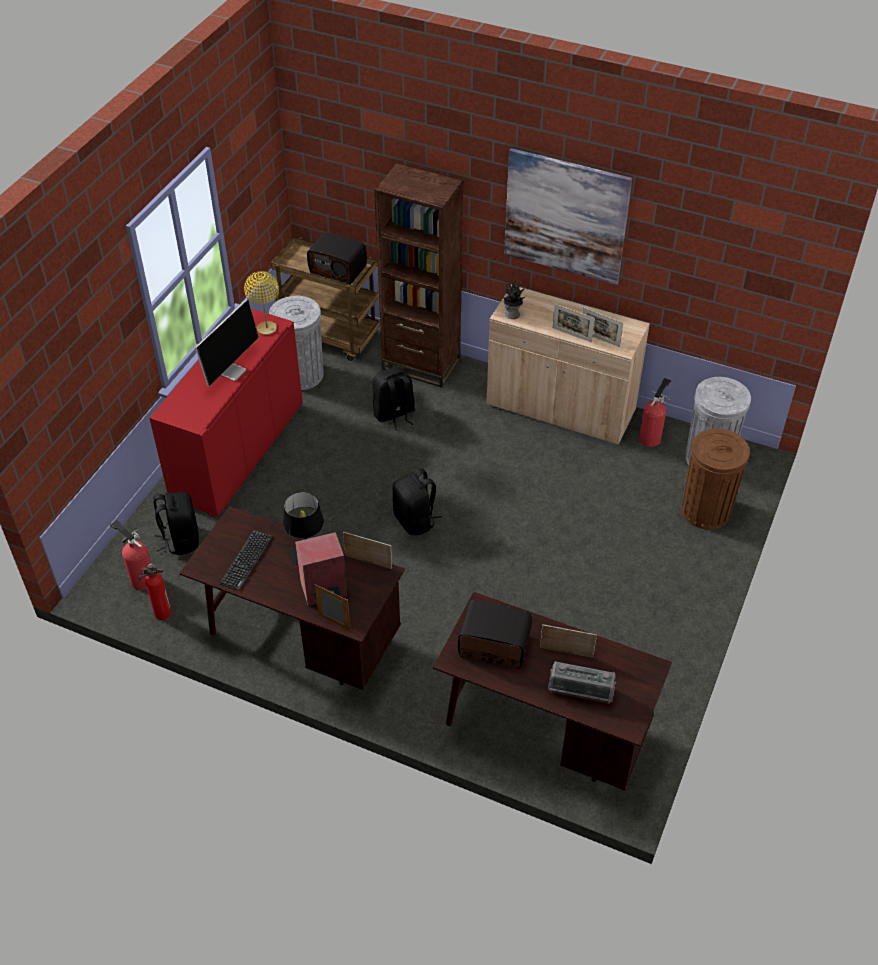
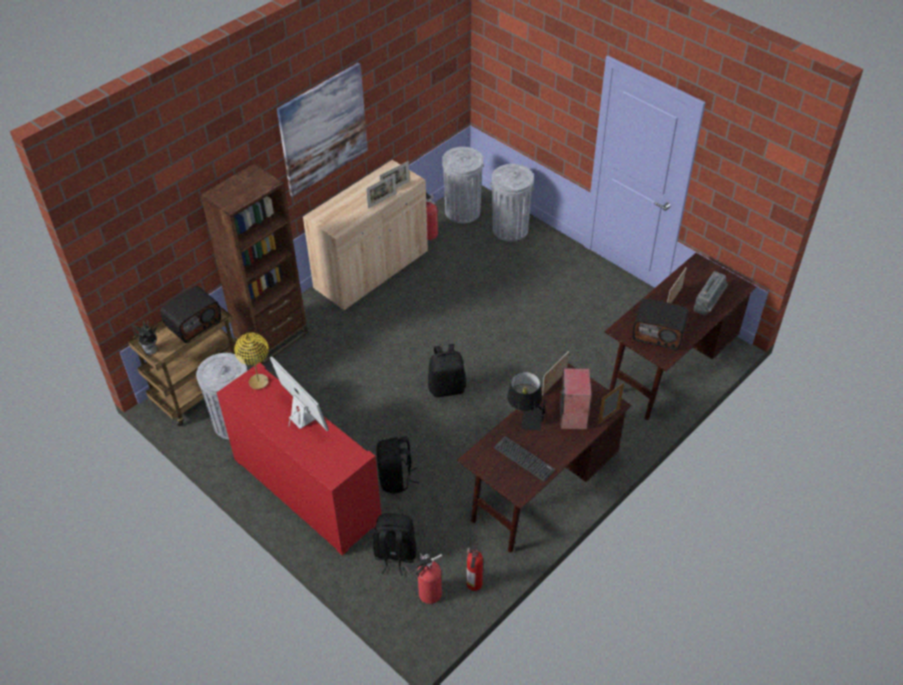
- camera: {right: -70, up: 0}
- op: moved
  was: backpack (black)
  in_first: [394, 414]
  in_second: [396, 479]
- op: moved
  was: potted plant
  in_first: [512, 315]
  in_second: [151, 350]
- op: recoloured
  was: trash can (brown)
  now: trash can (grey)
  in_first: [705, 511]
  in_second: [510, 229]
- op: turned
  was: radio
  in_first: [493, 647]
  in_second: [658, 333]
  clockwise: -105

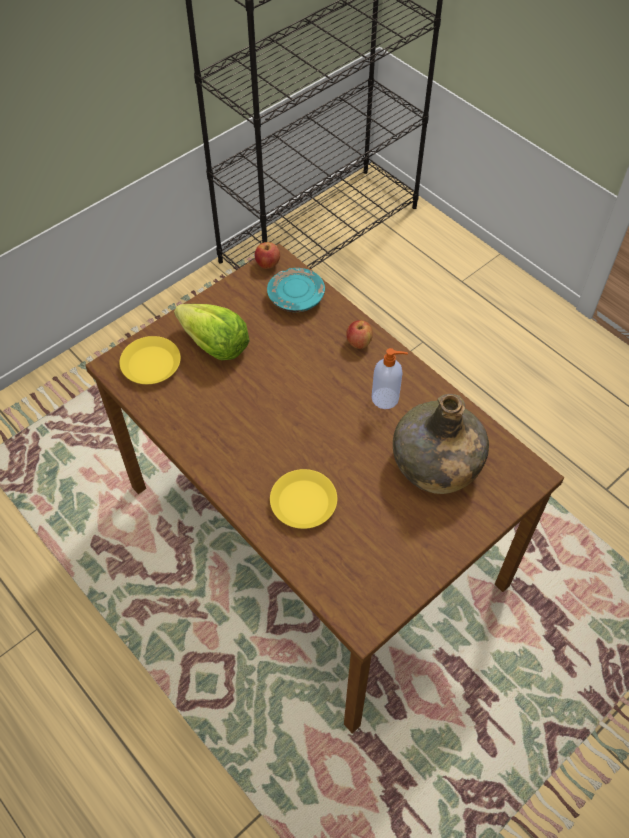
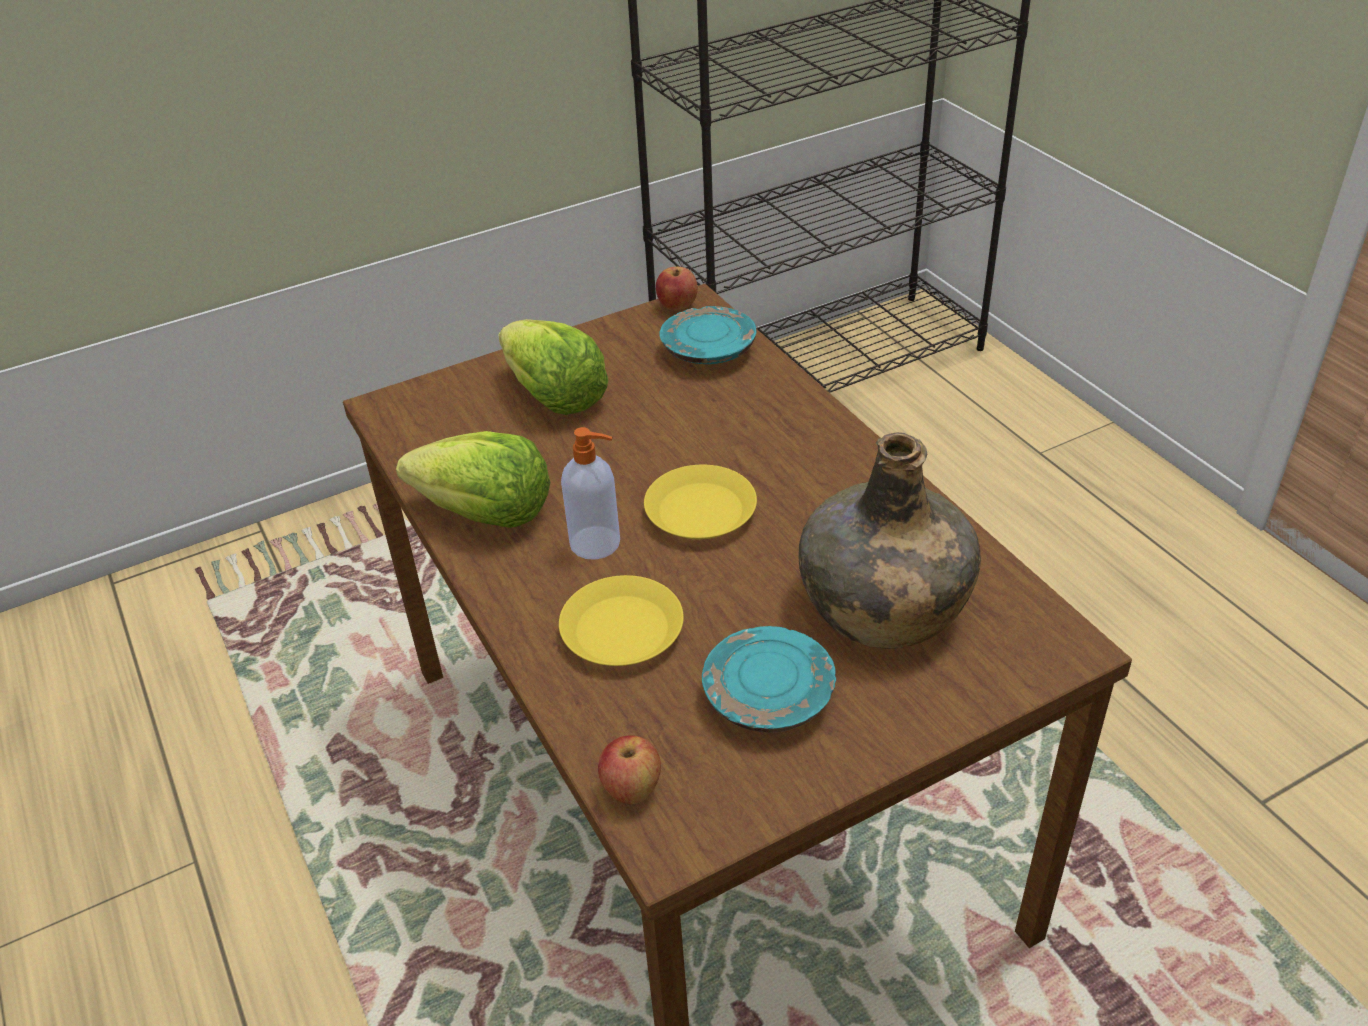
- camera: {right: 15, up: -15}
- op: added
  now: lettuce
  in_second: [485, 514]
- op: added
  now: plate (turquoise)
  in_second: [769, 696]
- op: moved
  was: plate (yellow)
  in_first: [151, 364]
  in_second: [700, 510]
- op: moved
  was: apple
  in_first: [358, 343]
  in_second: [631, 789]
- op: moved
  was: soap dispenser
  in_first: [386, 398]
  in_second: [597, 543]

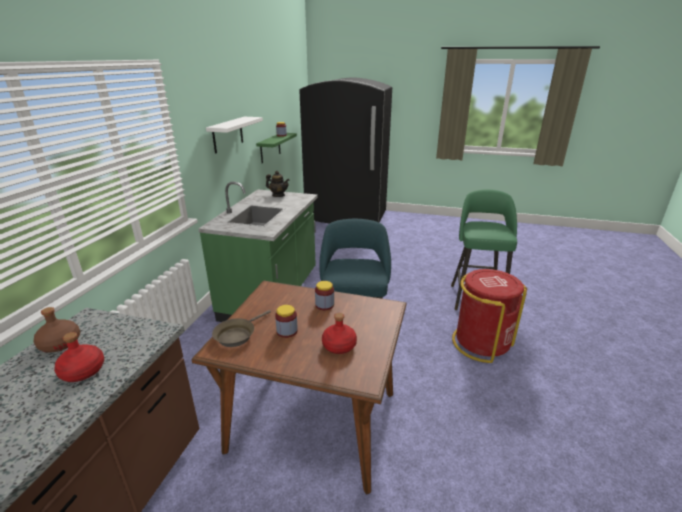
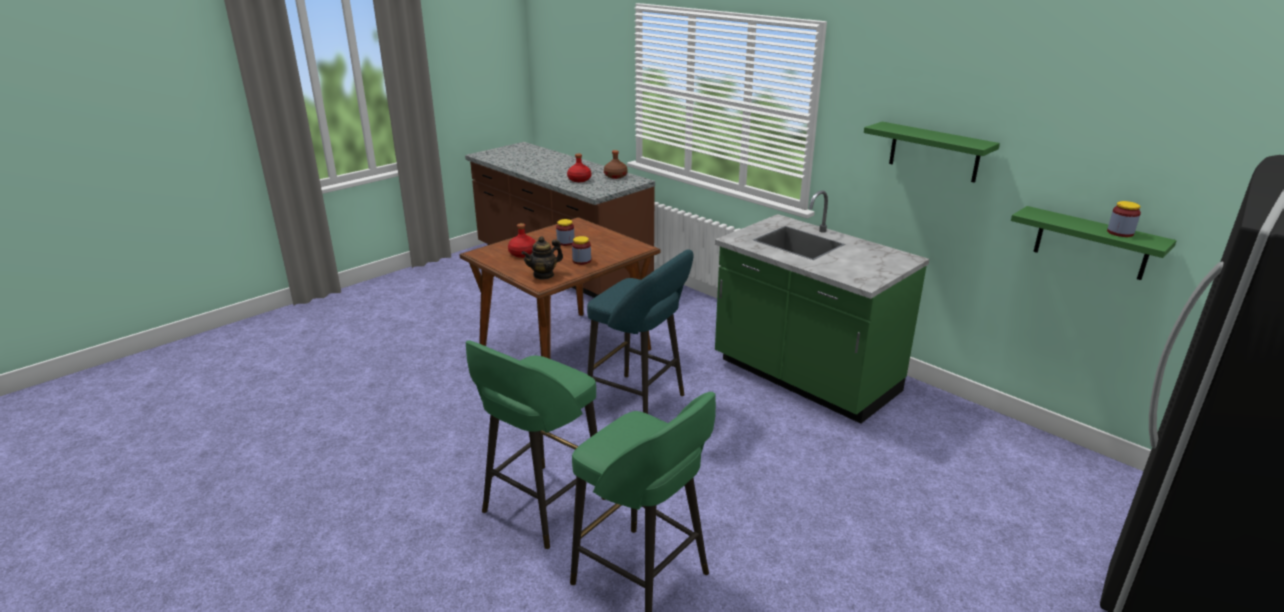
- camera: {right: 120, up: 0}
- op: removed
  was: frying pan (brown)
  in_first: [237, 335]
- op: moved
  was: teapot
  in_first: [278, 195]
  in_second: [543, 275]
- op: replaced
  was: trash can (red)
  now: stool (green)
  in_first: [481, 343]
  in_second: [541, 507]
- op: recoloured
  was: shelf (white)
  now: shelf (green)
  in_first: [228, 134]
  in_second: [934, 152]

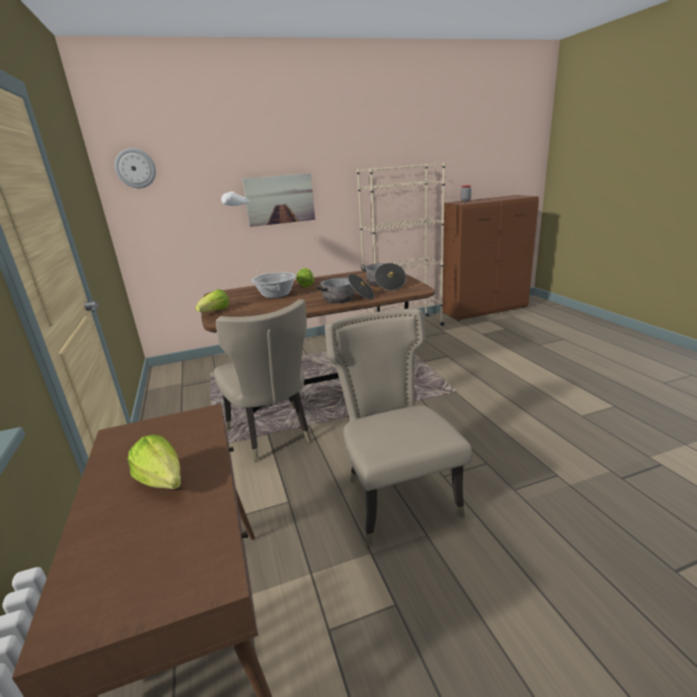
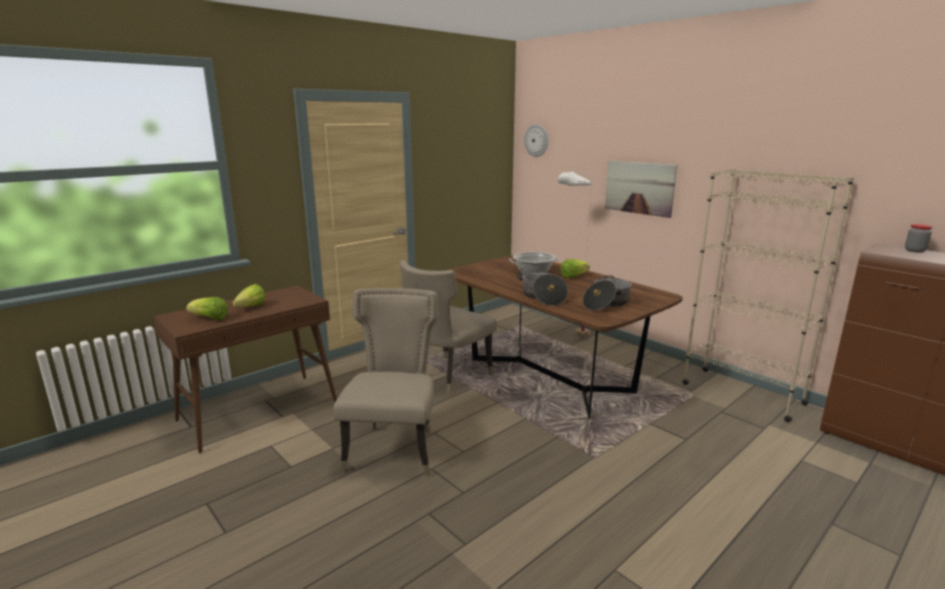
- camera: {right: 65, up: -5}
- op: moved
  was: lettuce
  in_first: [215, 311]
  in_second: [210, 319]
- op: turned
  was: chair (beige)
  in_first: [396, 497]
  in_second: [394, 448]
  clockwise: -45

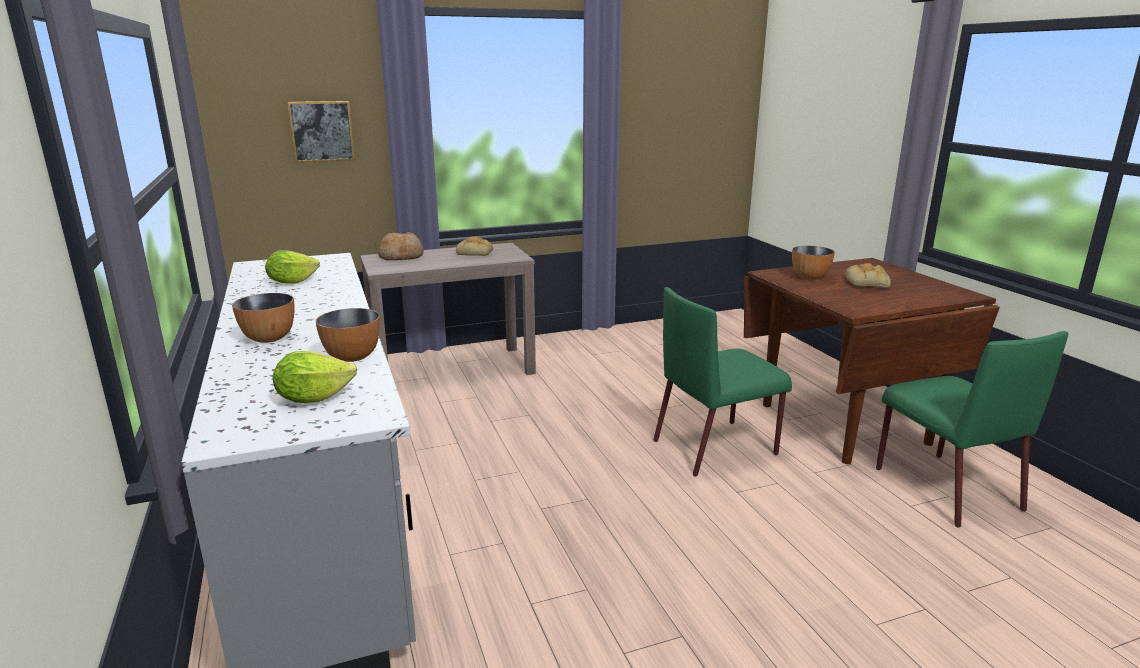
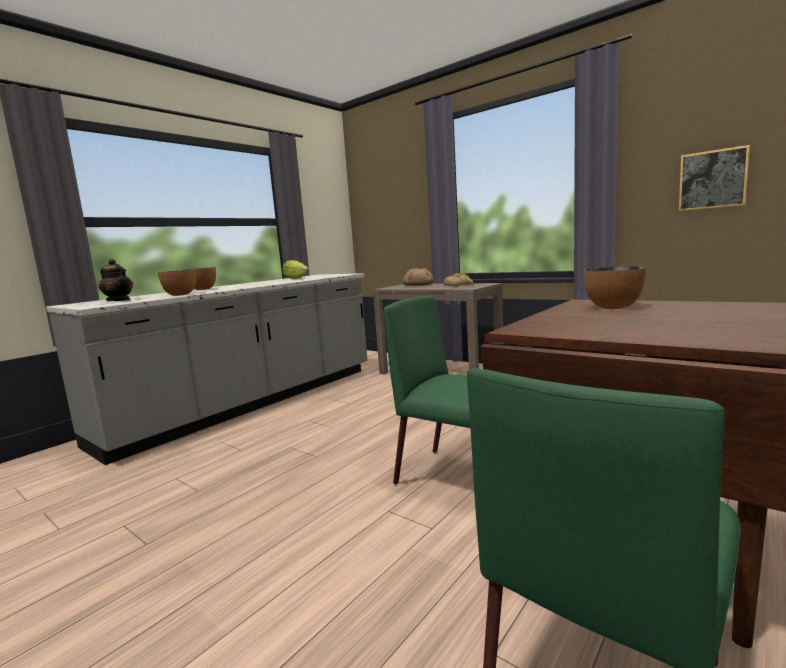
- camera: {right: 60, up: -10}
- op: removed
  was: bread
  in_first: [867, 283]
- op: moved
  was: picture
  in_first: [322, 131]
  in_second: [712, 179]
- op: replaced
  was: lettuce
  now: teapot
  in_first: [313, 398]
  in_second: [119, 301]

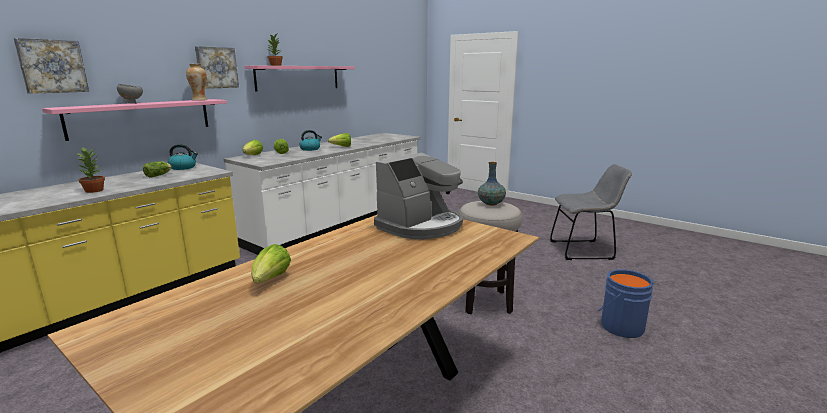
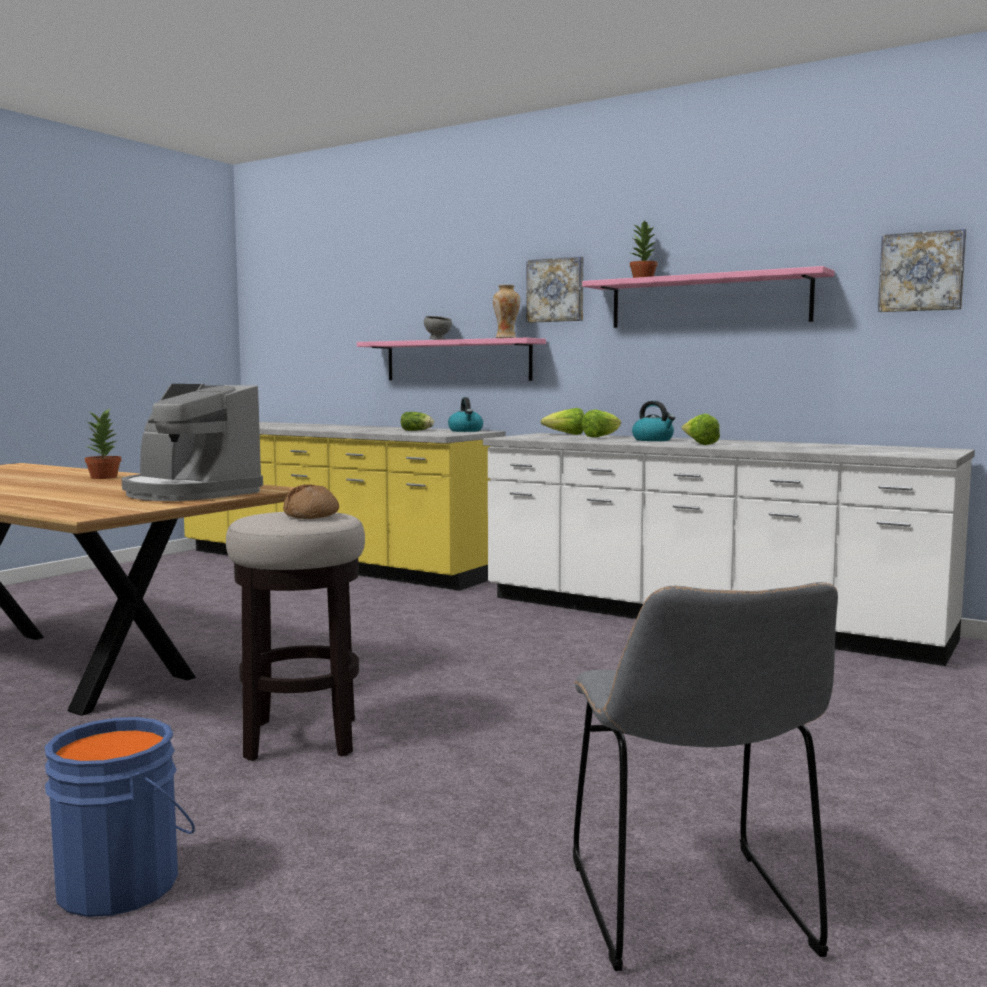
- camera: {right: 85, up: -10}
- op: removed
  was: lettuce
  in_first: [270, 280]
- op: moved
  was: picture
  in_first: [52, 66]
  in_second: [921, 272]
- op: moved
  was: potted plant
  in_first: [94, 190]
  in_second: [104, 477]
- op: replaced
  was: vase
  now: bread
  in_first: [491, 203]
  in_second: [311, 515]

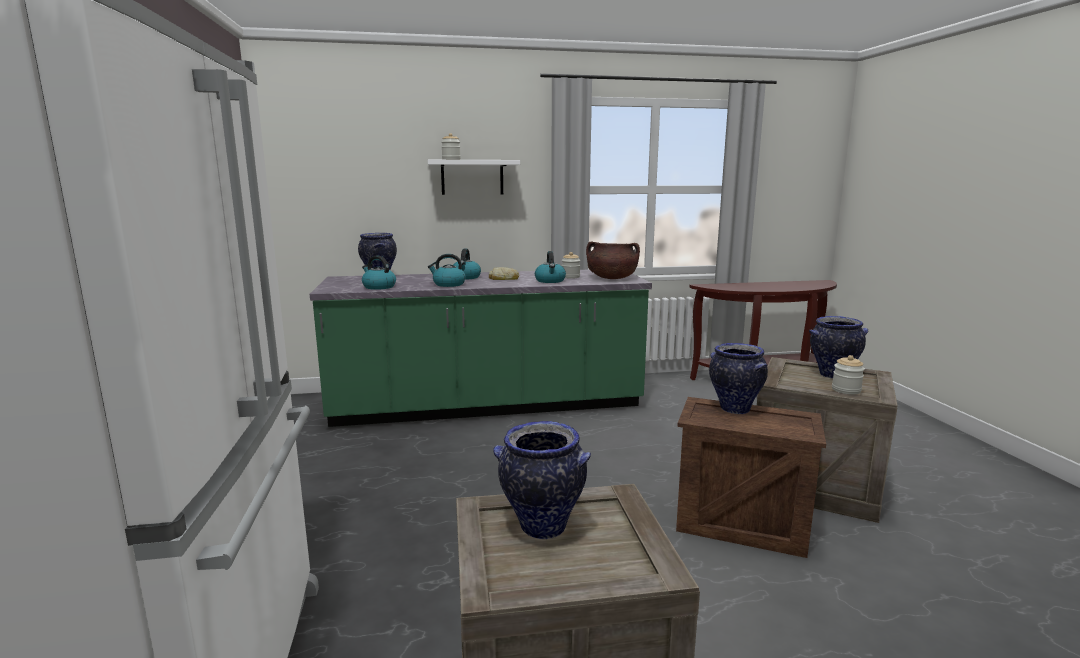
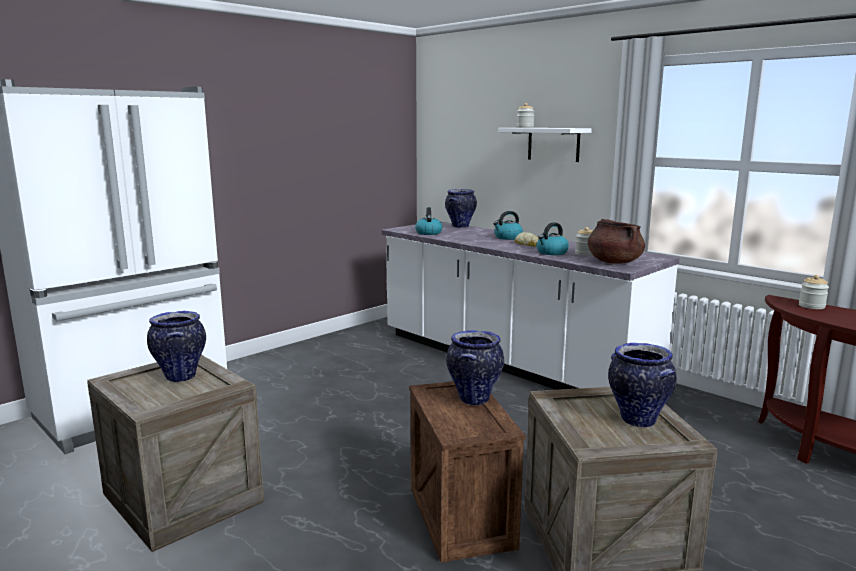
- camera: {right: 55, up: 0}
- op: removed
  was: kettle
  in_first: [448, 284]
- op: moved
  was: jar
  in_first: [846, 390]
  in_second: [811, 306]
- op: recoloured
  was: counter (green)
  now: counter (white)
  in_first: [487, 405]
  in_second: [509, 361]

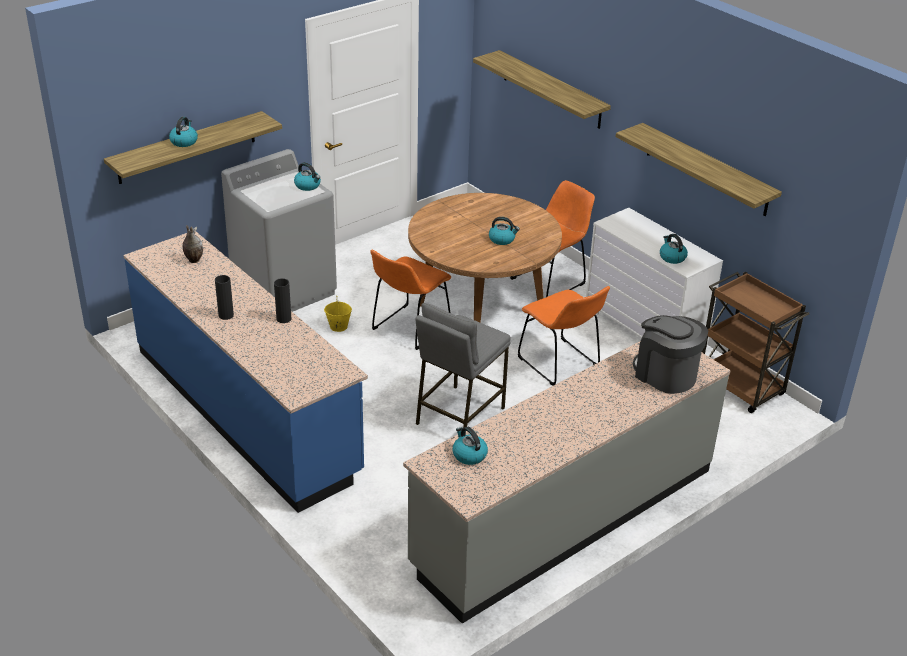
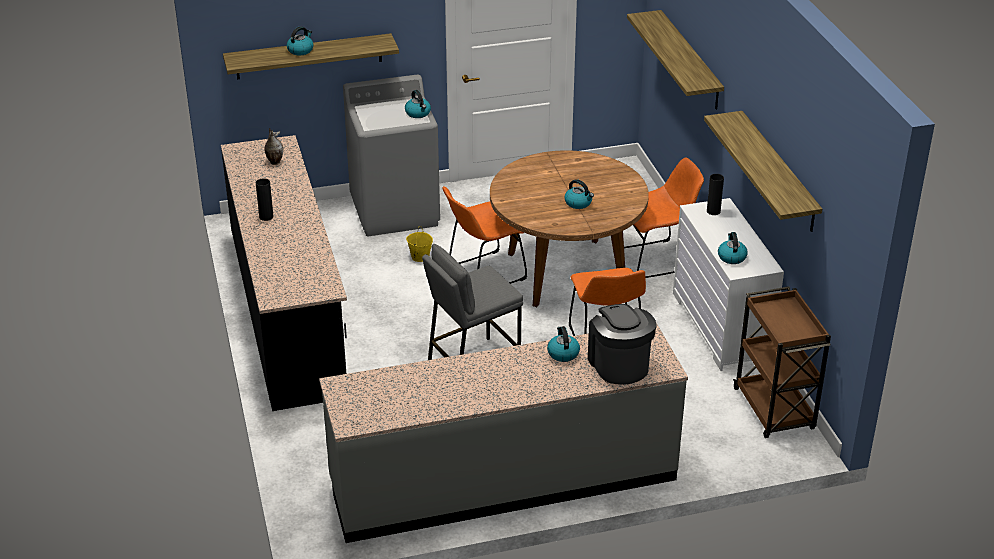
- camera: {right: 25, up: 0}
- op: moved
  was: vase (black)
  in_first: [284, 319]
  in_second: [713, 211]
- op: moved
  was: kettle
  in_first: [469, 455]
  in_second: [563, 353]
- op: recoloured
  was: counter (blue)
  now: counter (black)
  in_first: [247, 410]
  in_second: [288, 312]

